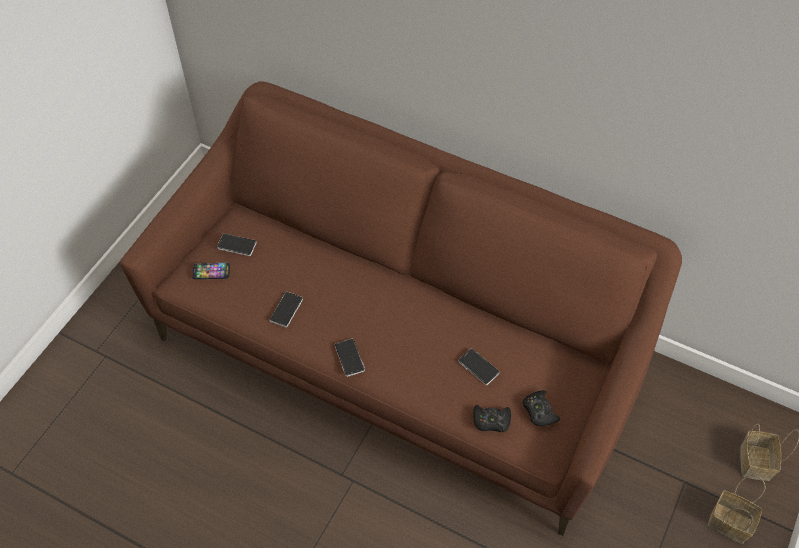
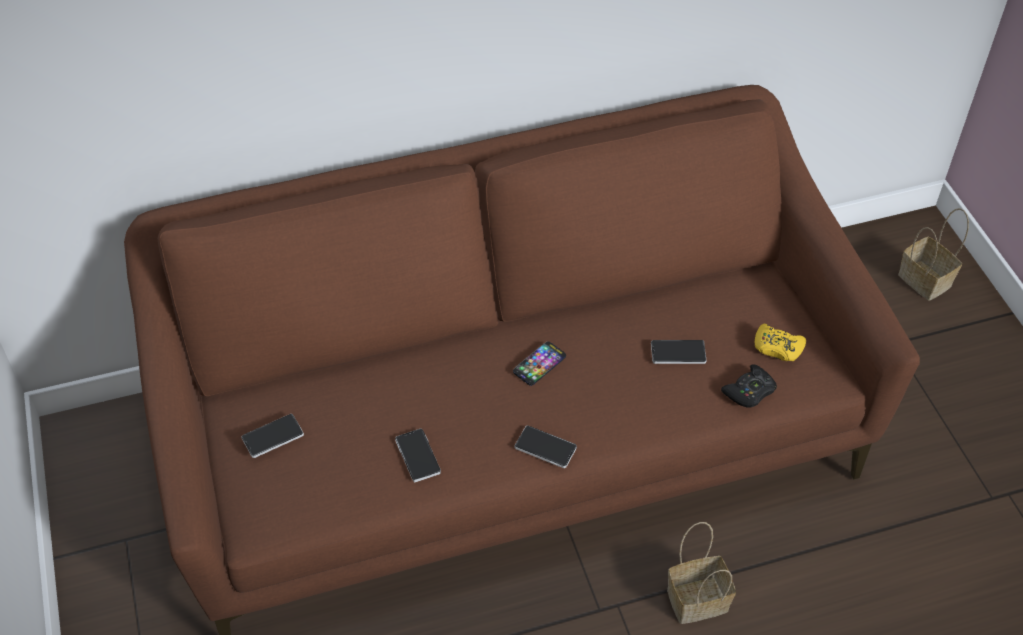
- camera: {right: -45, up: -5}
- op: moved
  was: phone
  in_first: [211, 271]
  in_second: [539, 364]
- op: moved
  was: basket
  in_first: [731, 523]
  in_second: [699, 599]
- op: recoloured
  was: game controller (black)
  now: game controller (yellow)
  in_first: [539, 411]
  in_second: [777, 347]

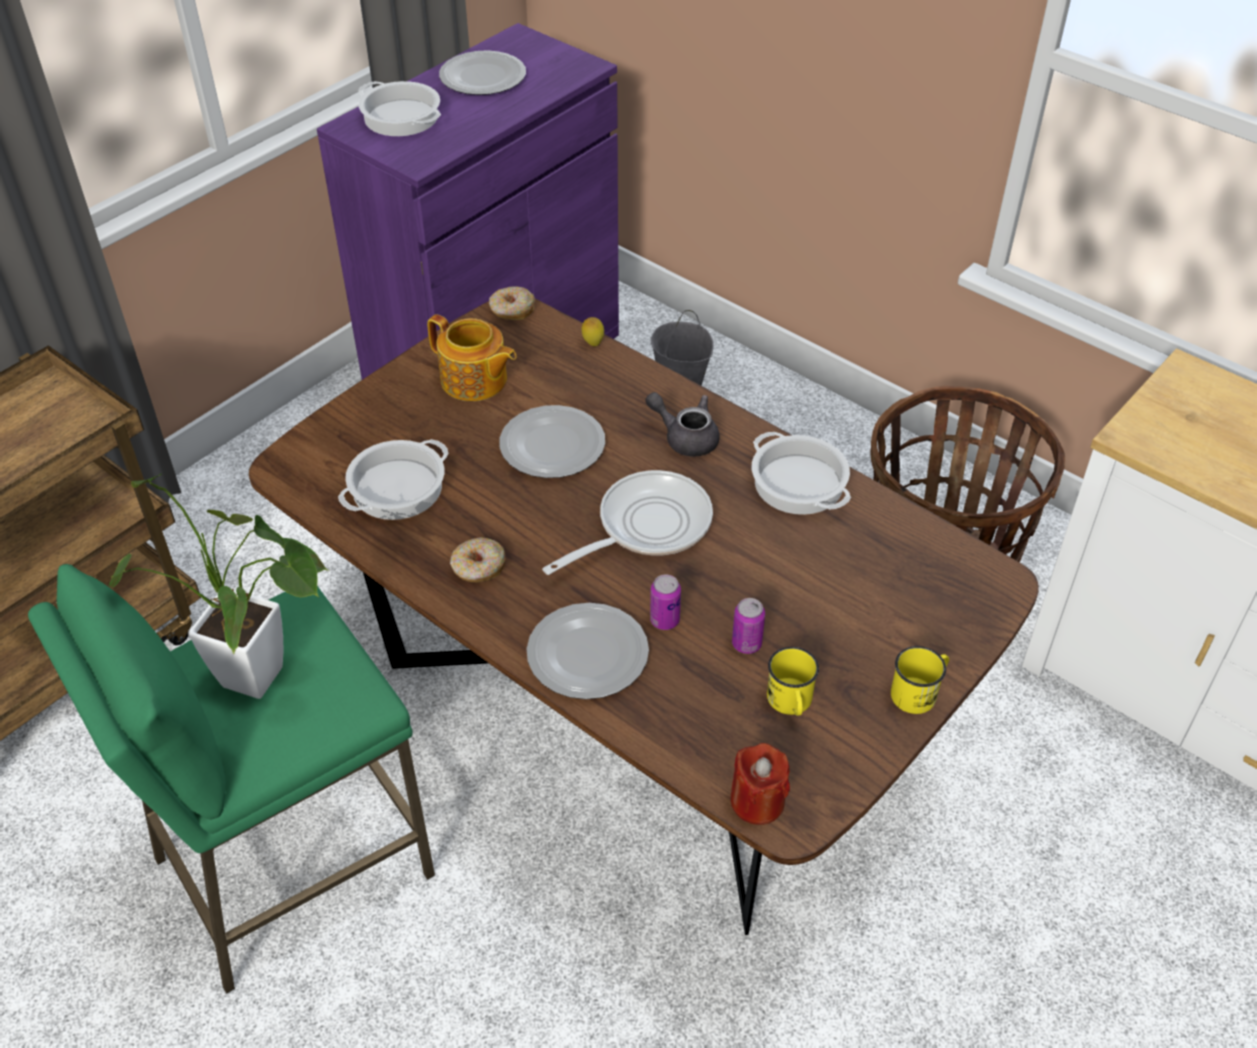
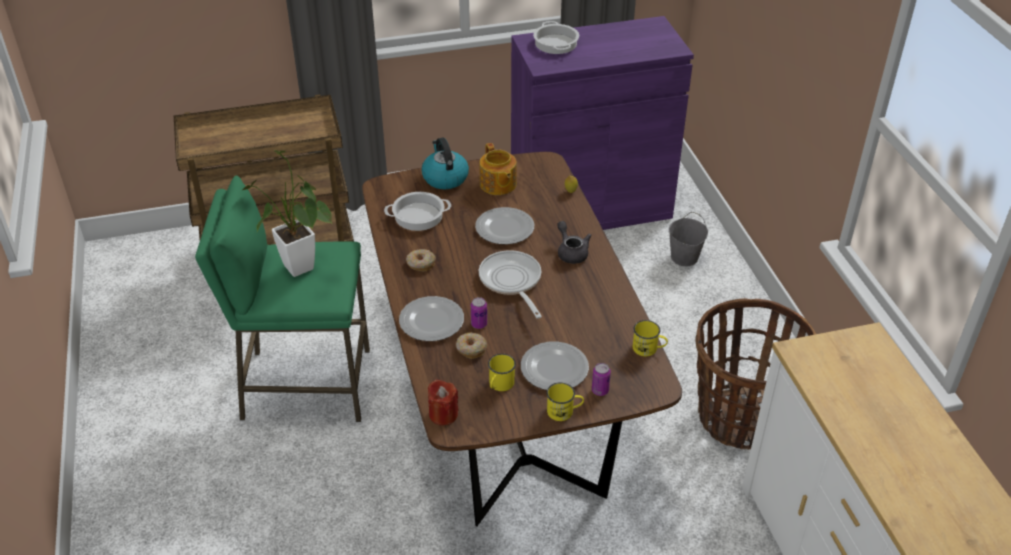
- camera: {right: 35, up: -5}
- op: removed
  was: cooking pot
  in_first: [797, 483]
- op: added
  now: kettle
  in_second: [444, 178]
- op: added
  now: mug (yellow)
  in_second: [648, 349]
- op: moved
  was: plate
  in_first: [483, 78]
  in_second: [554, 369]
- op: moved
  was: donut
  in_first: [512, 310]
  in_second: [471, 349]
- op: moved
  was: can
  in_first: [746, 644]
  in_second: [600, 390]
- op: turned
  was: frying pan
  in_first: [646, 526]
  in_second: [511, 282]
  clockwise: -105

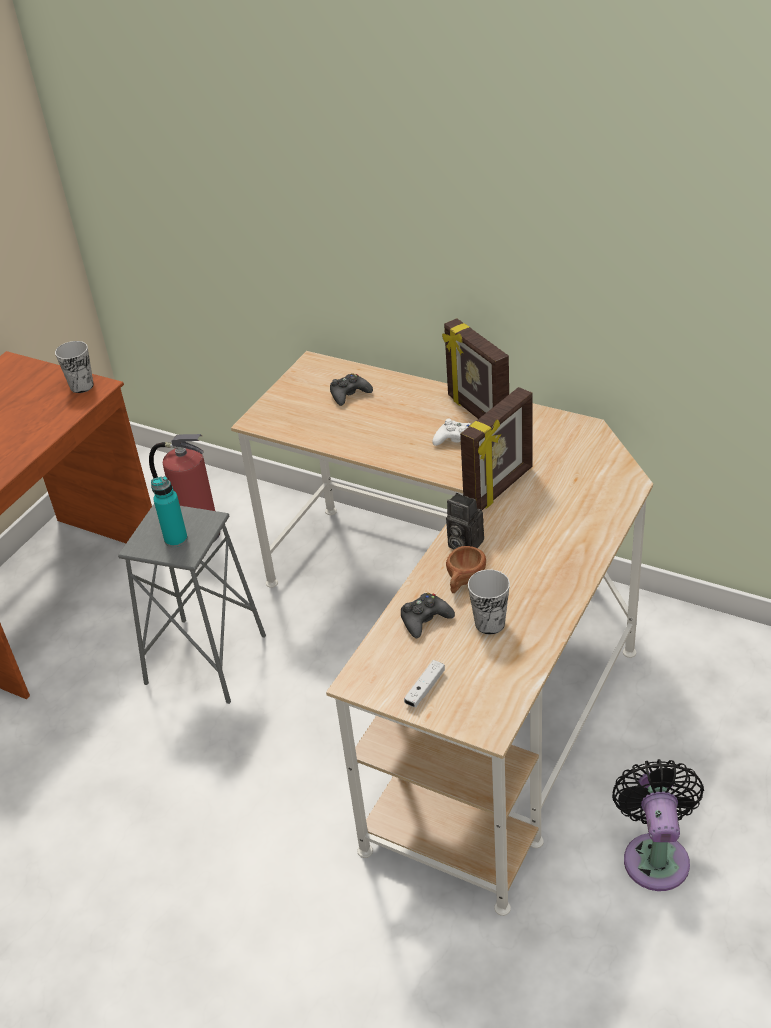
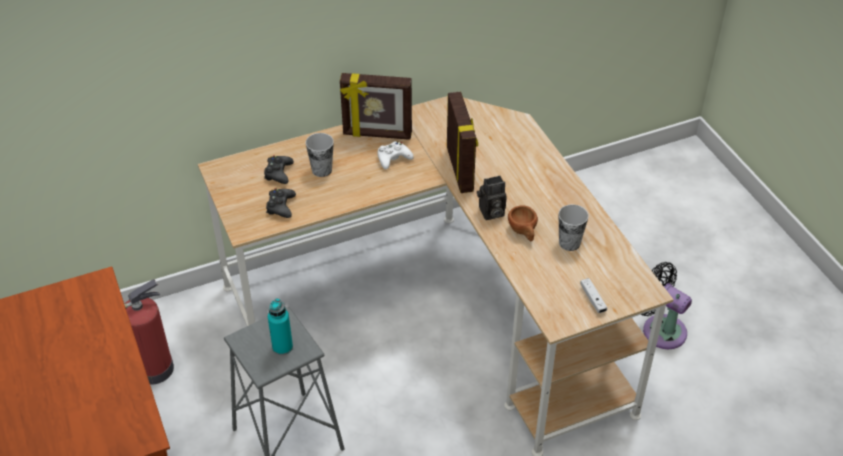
- camera: {right: -55, up: 5}
- op: moved
  was: cup
  in_first: [82, 386]
  in_second: [322, 170]
- op: moved
  was: game controller (black)
  in_first: [425, 619]
  in_second: [281, 206]

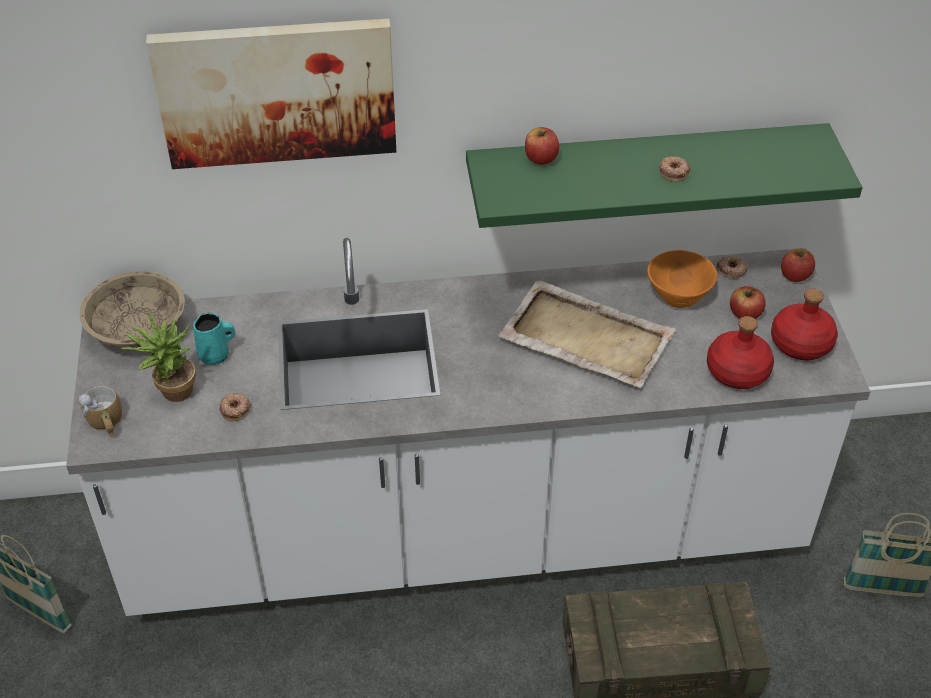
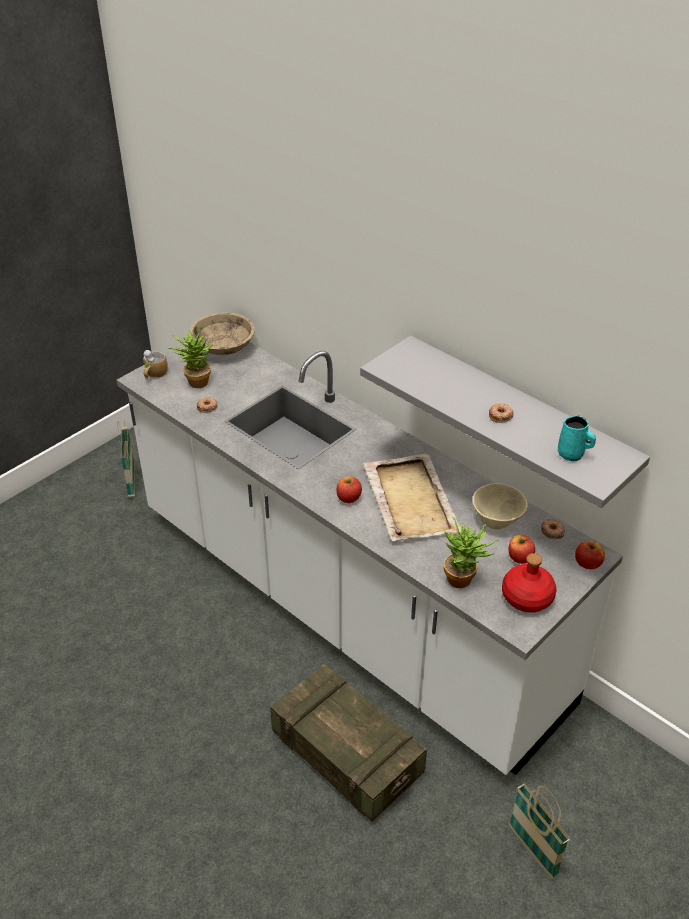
- camera: {right: 50, up: -5}
- op: removed
  was: picture
  in_first: [277, 91]
- op: moved
  was: mug (turquoise)
  in_first: [216, 355]
  in_second: [572, 454]
- op: moved
  was: apple
  in_first: [541, 158]
  in_second: [348, 498]
- op: replaced
  was: bottle (red)
  now: potted plant
  in_first: [738, 371]
  in_second: [464, 580]
- op: recoloured
  was: shelf (green)
  now: shelf (grey)
  in_first: [645, 169]
  in_second: [517, 416]
- op: recoloured
  was: bowl (orange)
  now: bowl (beige)
  in_first: [680, 295]
  in_second: [498, 520]

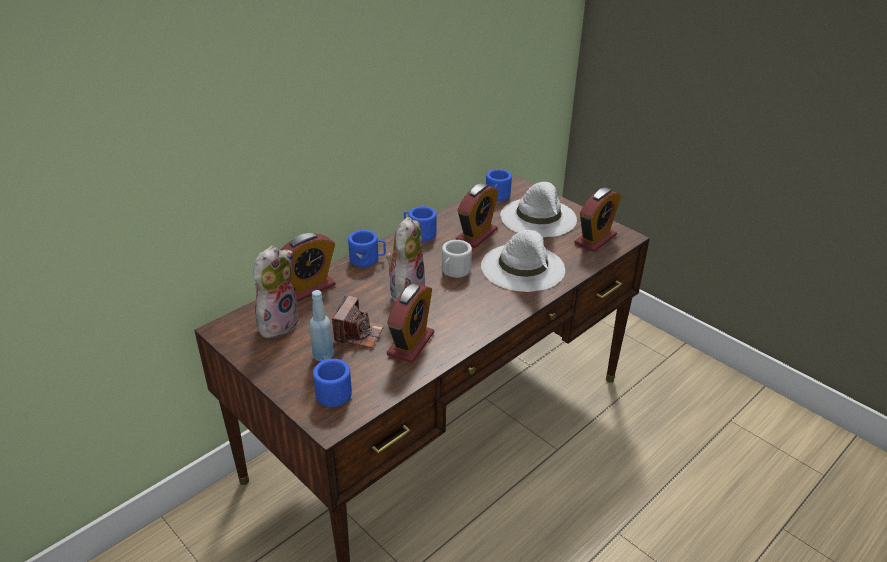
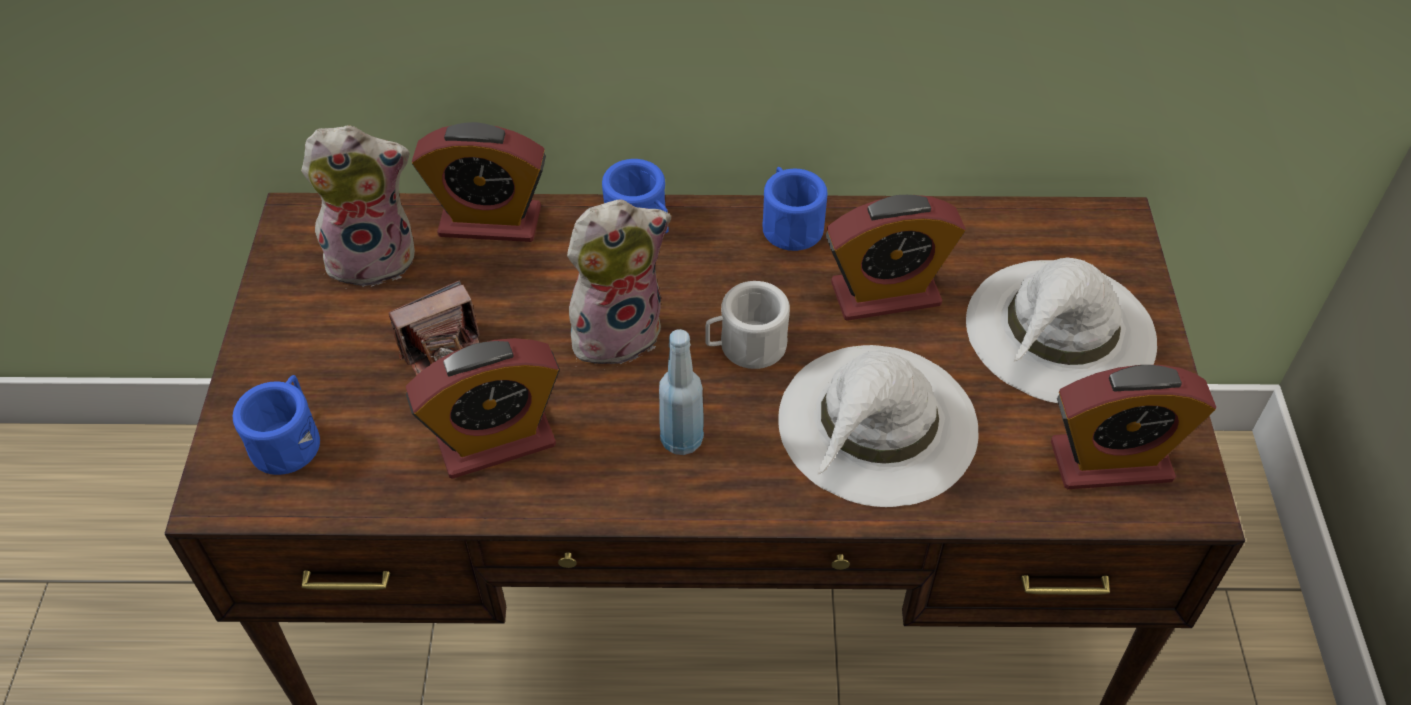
- camera: {right: 45, up: 15}
- op: removed
  was: mug (blue)
  in_first: [497, 196]
- op: moved
  was: bottle (blue)
  in_first: [323, 355]
  in_second: [682, 440]

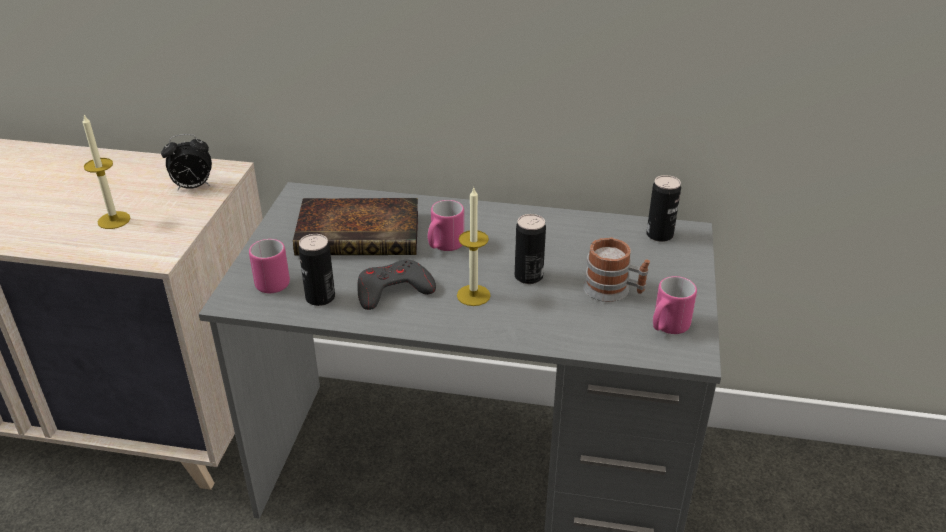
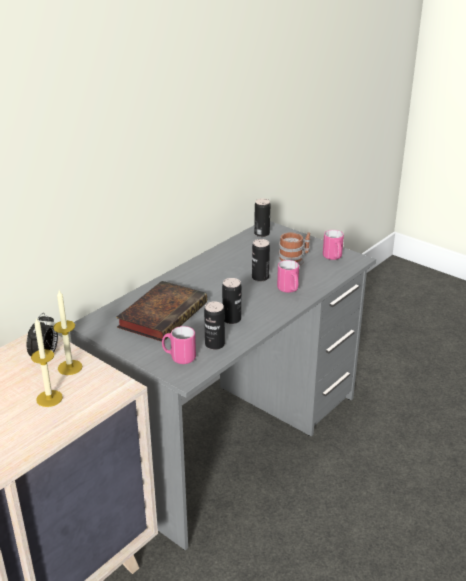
- camera: {right: -60, up: -5}
- op: moved
  was: mug (pink)
  in_first: [444, 246]
  in_second: [289, 290]
- op: moved
  was: candle
  in_first: [473, 295]
  in_second: [70, 367]
- op: replaced
  was: game controller (grey)
  now: can
  in_first: [393, 290]
  in_second: [231, 319]

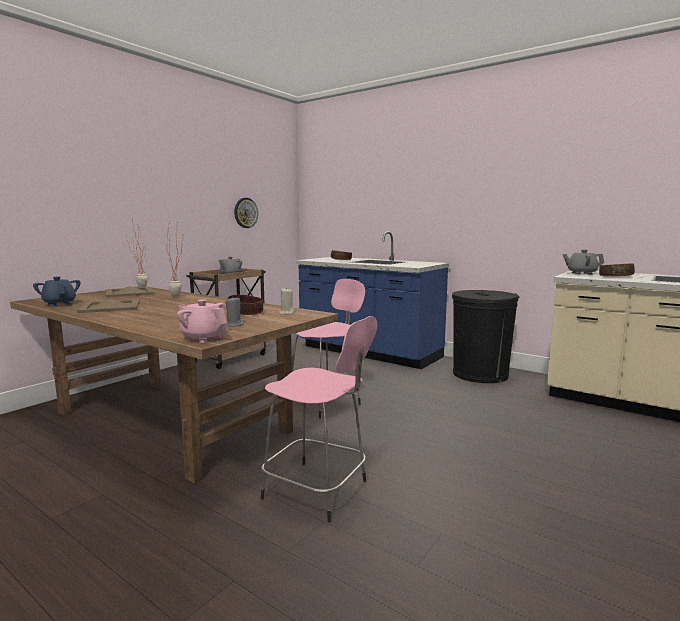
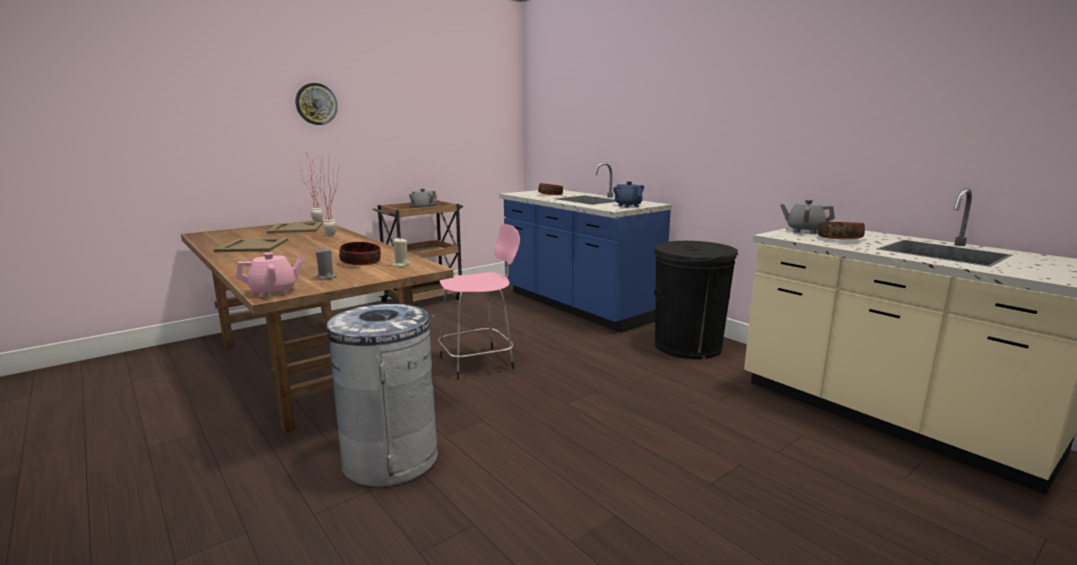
- camera: {right: 15, up: 5}
- op: moved
  was: teapot (blue)
  in_first: [59, 304]
  in_second: [628, 205]
- op: moved
  was: wall clock
  in_first: [245, 213]
  in_second: [316, 104]
- op: replaced
  was: stool (pink)
  now: trash can (grey)
  in_first: [318, 491]
  in_second: [390, 459]
- op: turned
  was: teapot (pink)
  in_first: [203, 338]
  in_second: [274, 291]
  clockwise: 105

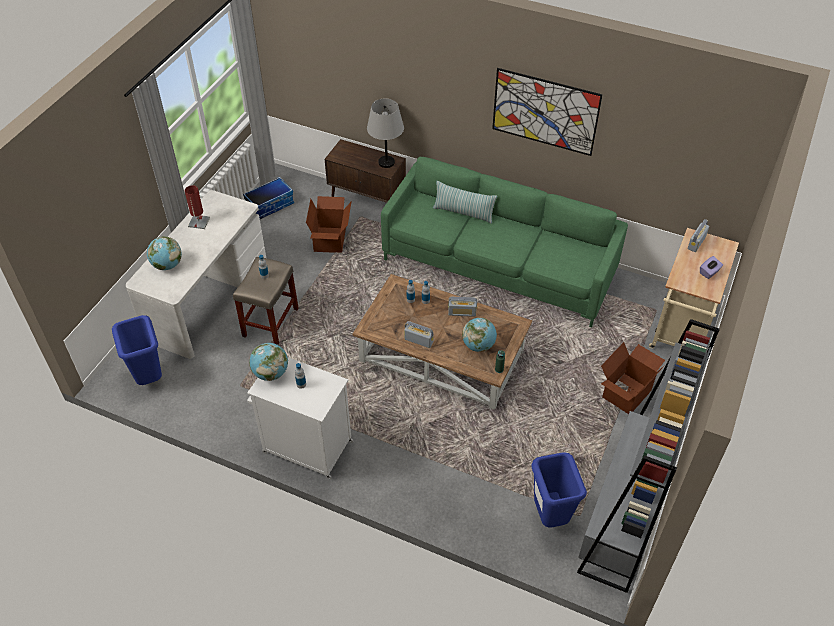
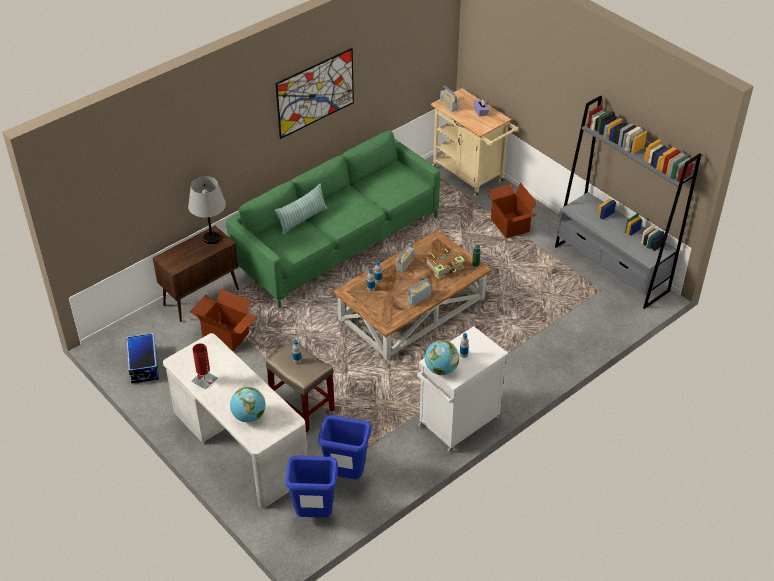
- camera: {right: -65, up: -5}
- op: moved
  was: trash can (blue)
  in_first: [550, 516]
  in_second: [346, 475]
- op: replaced
  was: globe
  now: book
  in_first: [478, 345]
  in_second: [445, 267]

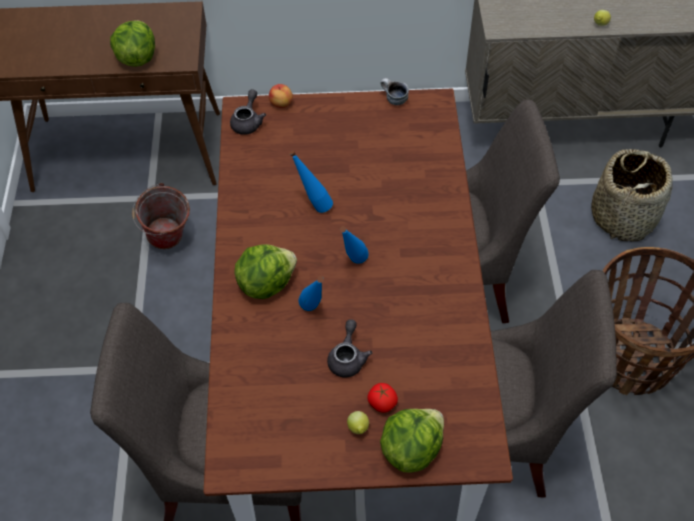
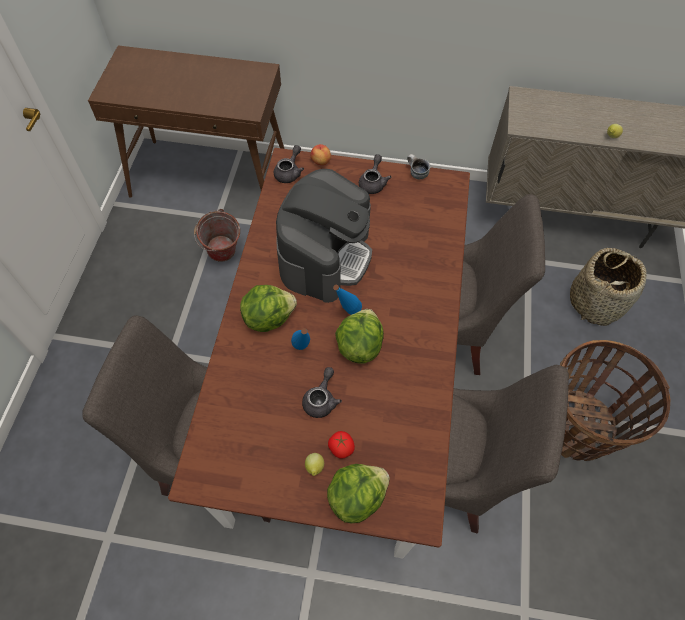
- camera: {right: 10, up: 5}
- op: added
  now: teapot (grey)
  in_second: [373, 182]
- op: moved
  was: lettuce
  in_first: [137, 57]
  in_second: [359, 346]
- op: replaced
  was: bottle (blue)
  now: coffee machine
  in_first: [313, 206]
  in_second: [325, 255]

